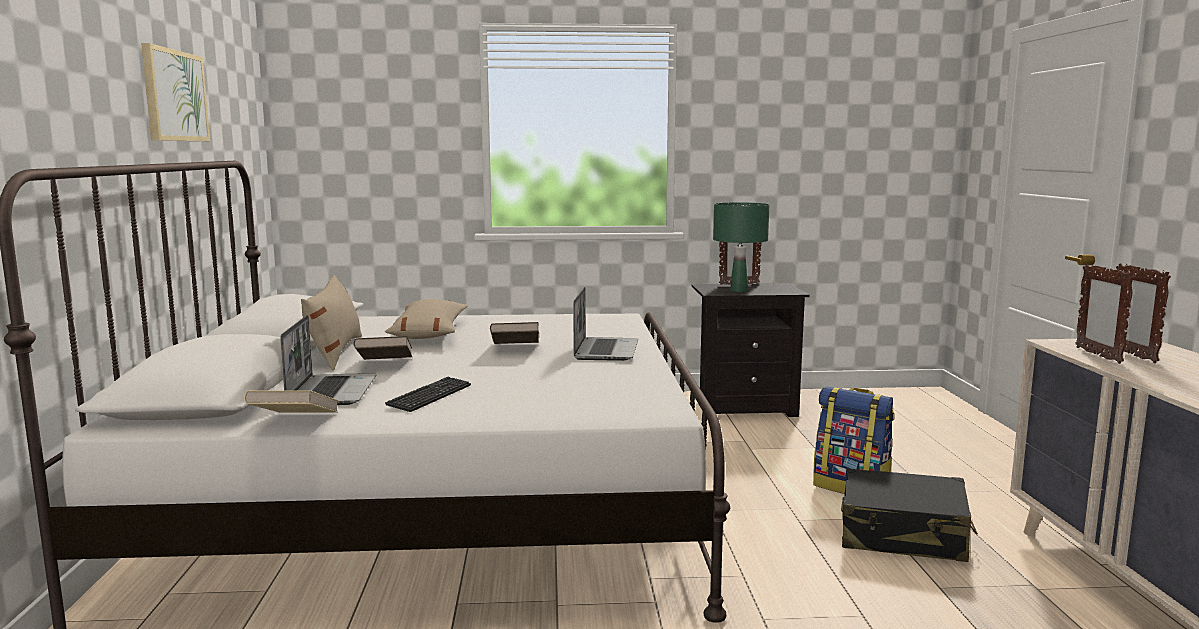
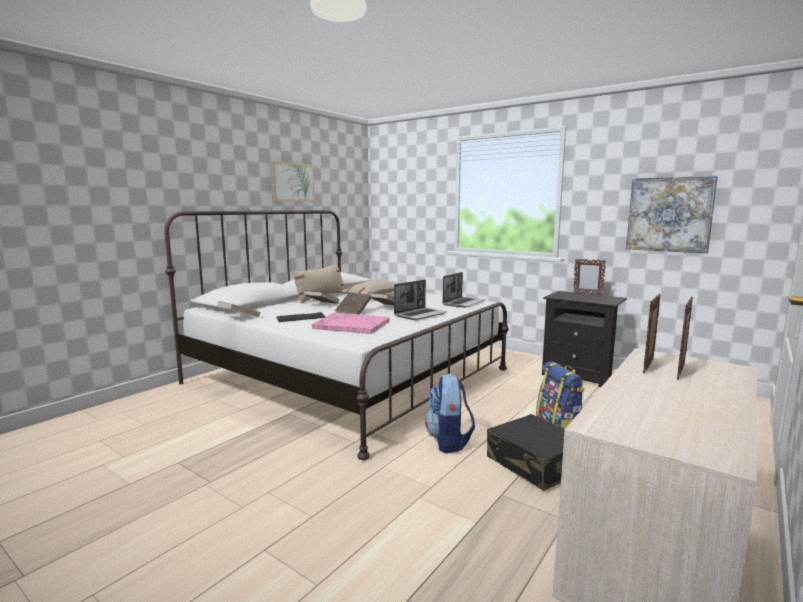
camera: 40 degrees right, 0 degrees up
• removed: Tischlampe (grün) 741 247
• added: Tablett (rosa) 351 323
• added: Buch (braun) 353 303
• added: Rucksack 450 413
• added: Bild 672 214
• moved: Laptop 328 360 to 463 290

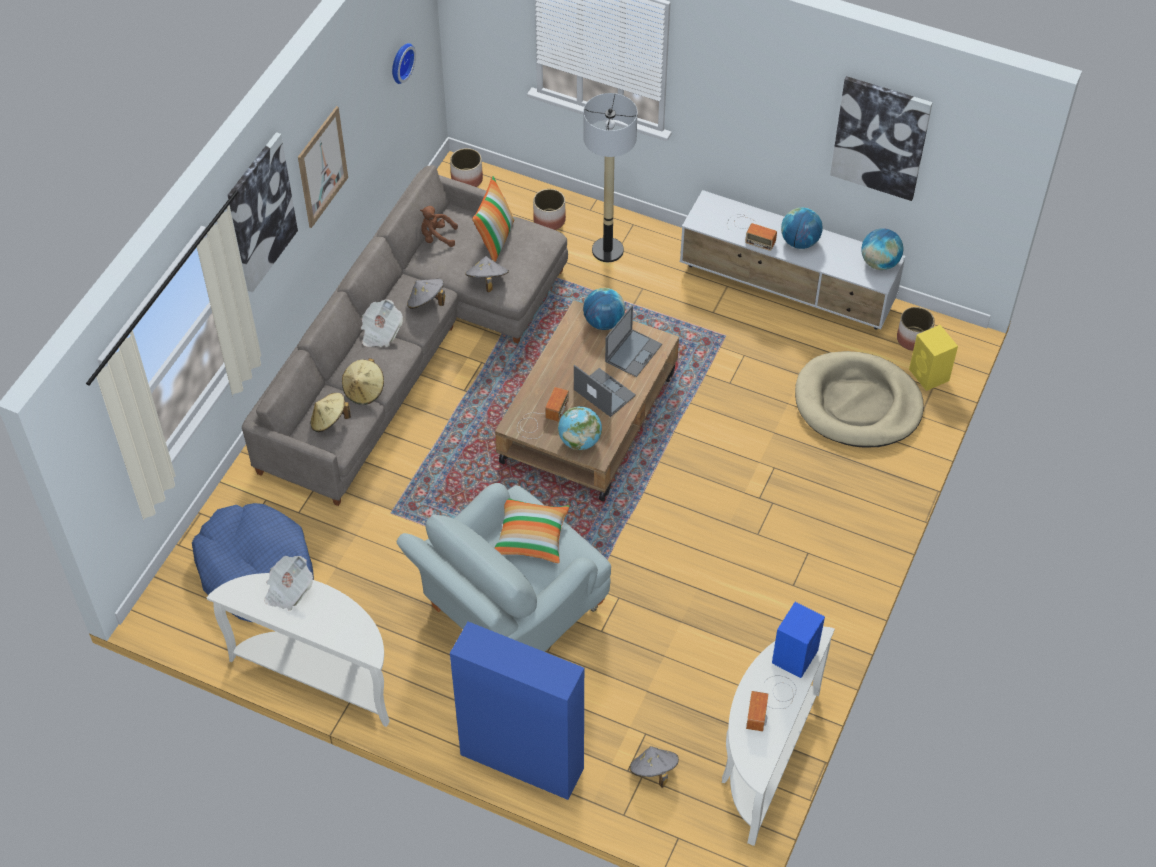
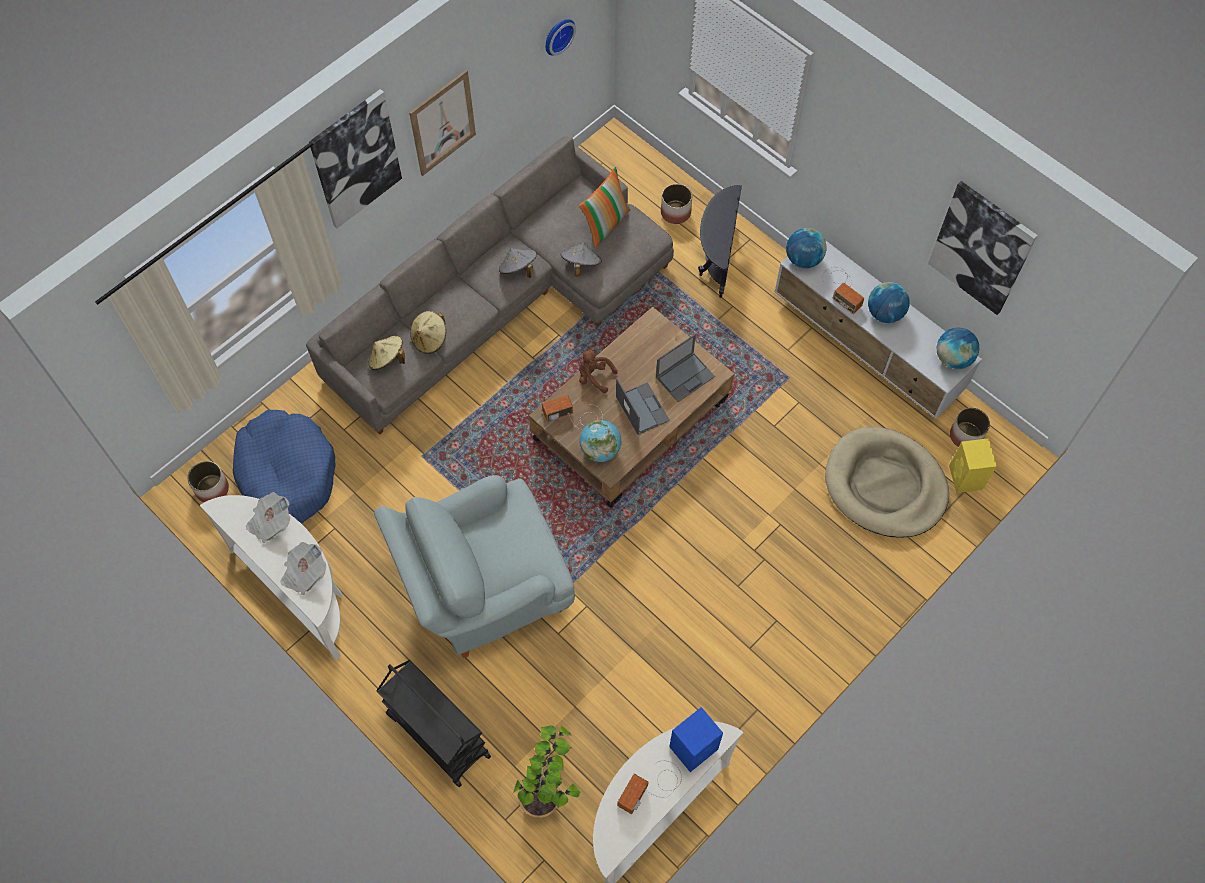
camera: 20 degrees right, 10 degrees up
• removed: Kissen 532 530
• moved: Zeitung 382 323 to 303 568
• moved: Plüschtier (braun) 439 226 to 598 371
• moved: Pflanzkübel 466 167 to 208 481
• moved: Globus 604 309 to 806 248
• replaced: Schrank (blau) 517 711 to Rollwagen (schwarz) 433 723
• replaced: Stehlampe 610 177 to Beistelltisch (schwarz) 720 241
• replaced: Hut (grau) 654 767 to Topfpflanze 546 771
• turned: Radio 543 413 = 572 412 150 degrees counterclockwise

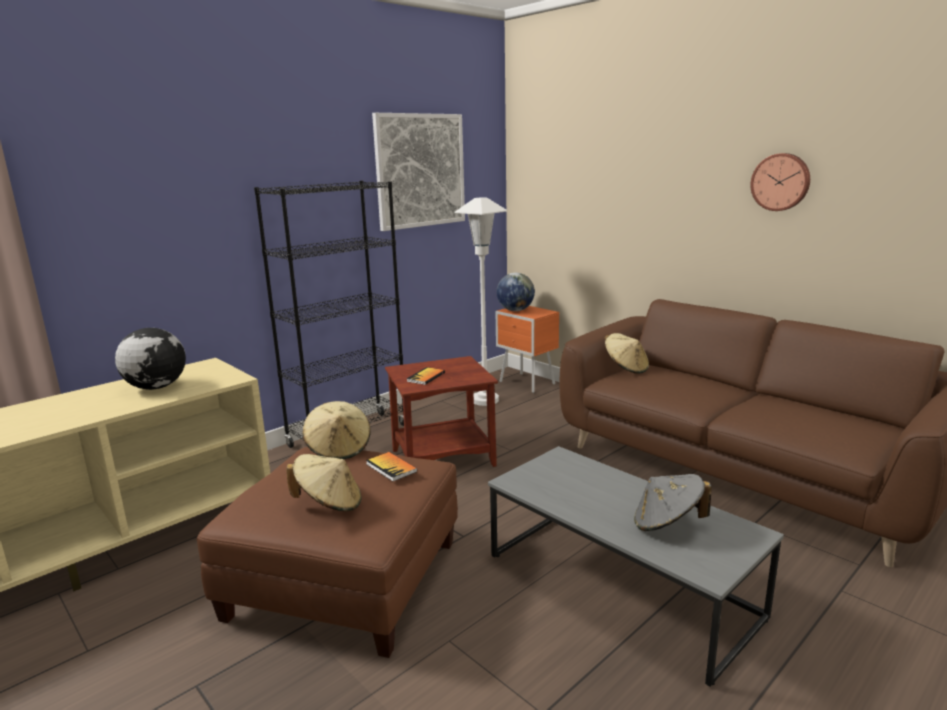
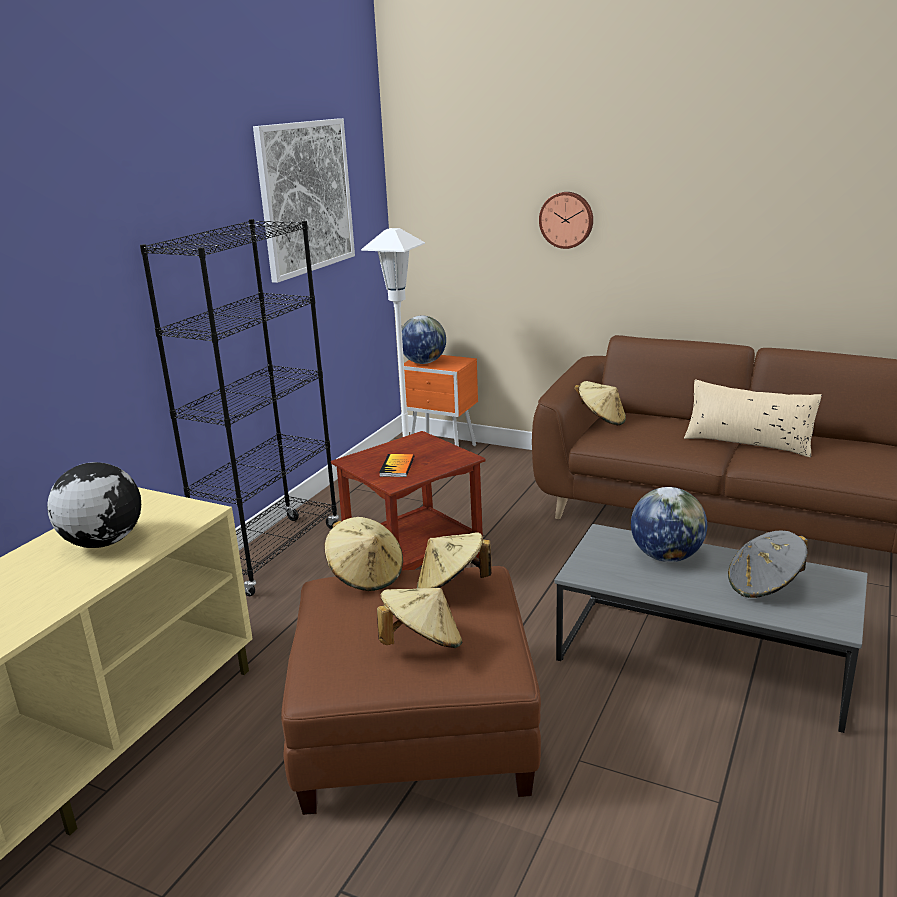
camera: 20 degrees left, 5 degrees up
• added: Globus 669 524
• added: Kissen (beige) 753 418
• moved: Wanduhr 780 182 to 566 220
• replaced: Buch 391 466 to Hut (beige) 454 560

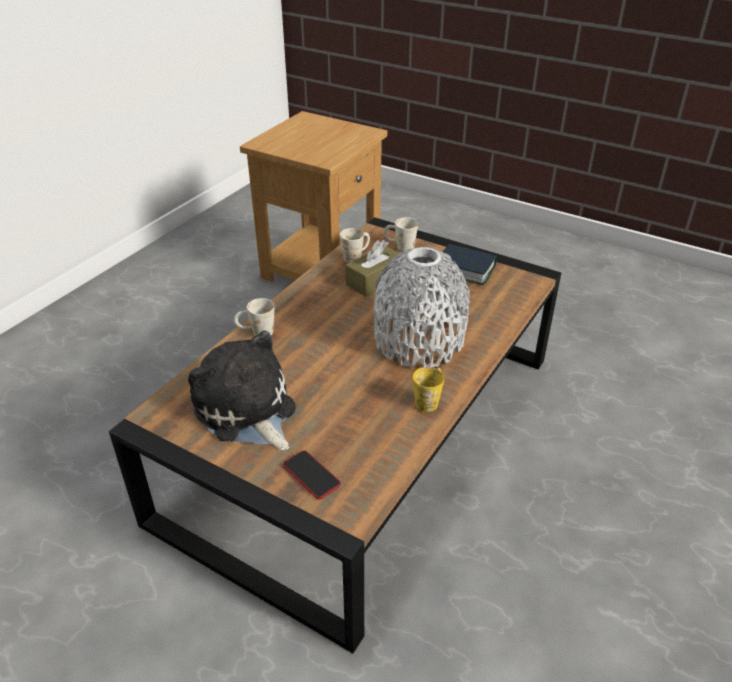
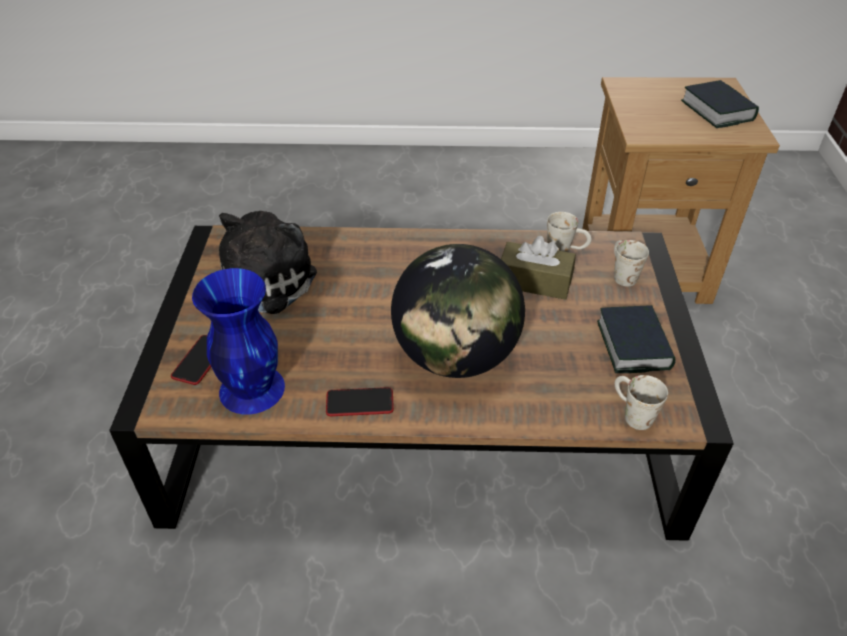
camera: 60 degrees right, 5 degrees up
• added: Vase (blau) 238 341
• added: Buch 720 104
• moved: Henkelbecher (weiß) 254 317 to 641 402
• replaced: Vase (grau) 422 307 to Globus 458 311
• replaced: Henkelbecher (gelb) 428 389 to Handy 360 401

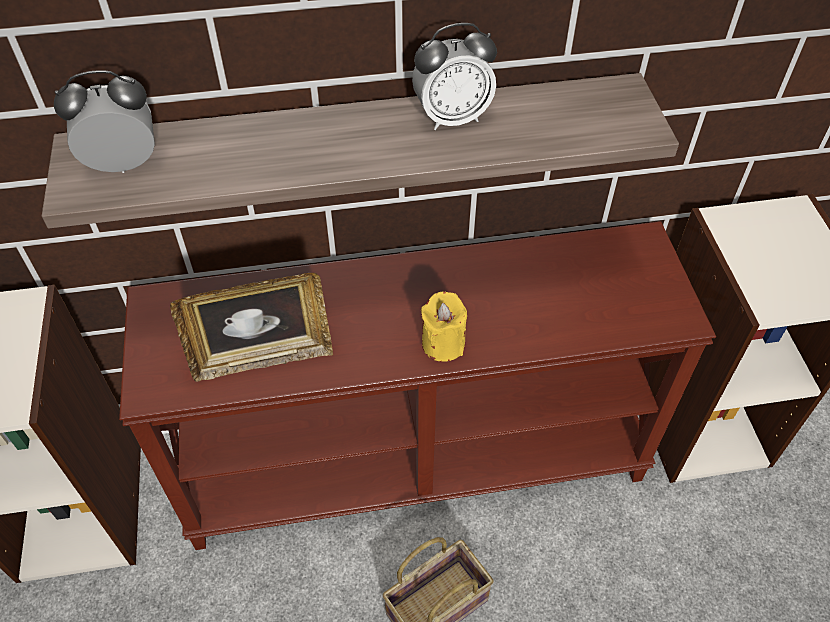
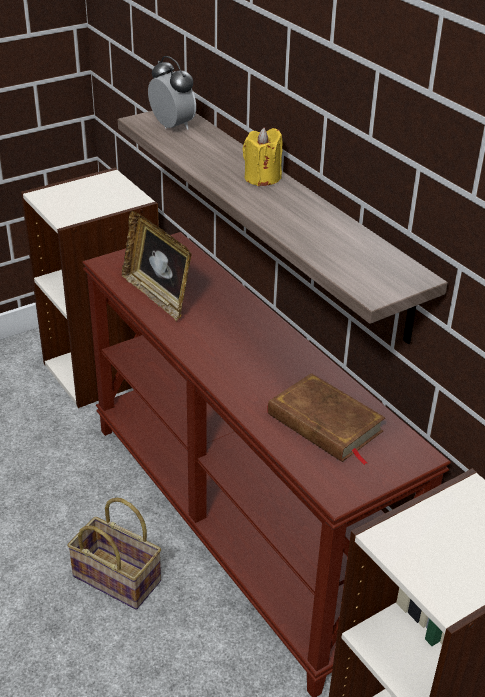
camera: 65 degrees right, 15 degrees down
• removed: Wecker 454 76
• added: Buch (braun) 326 419
• moved: Kerze (gelb) 444 326 to 262 157

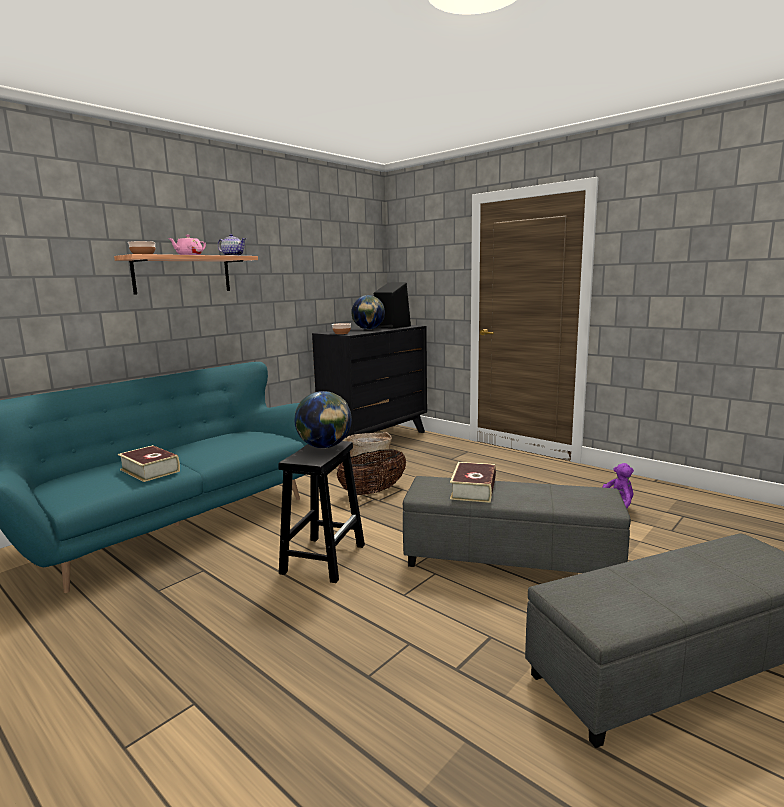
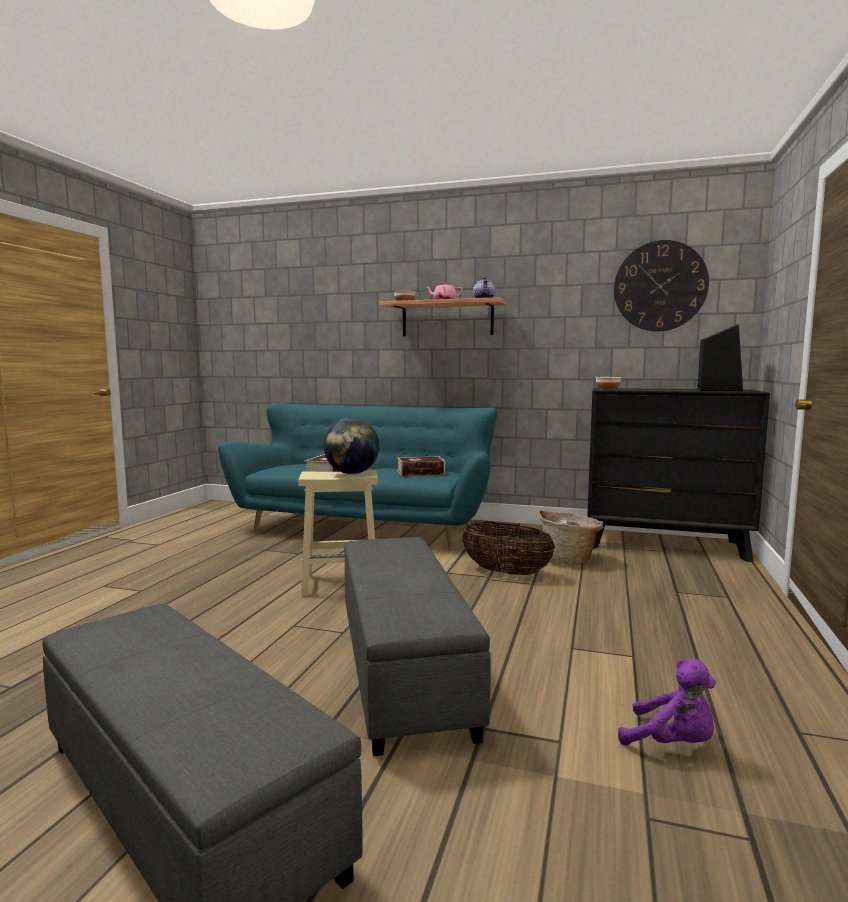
camera: 65 degrees right, 5 degrees down
• removed: Globus 368 312
• added: Wanduhr 661 285
• moved: Buch 473 482 to 421 466
• recoloured: Hocker (schwarz) 321 512 to Hocker (beige) 338 533

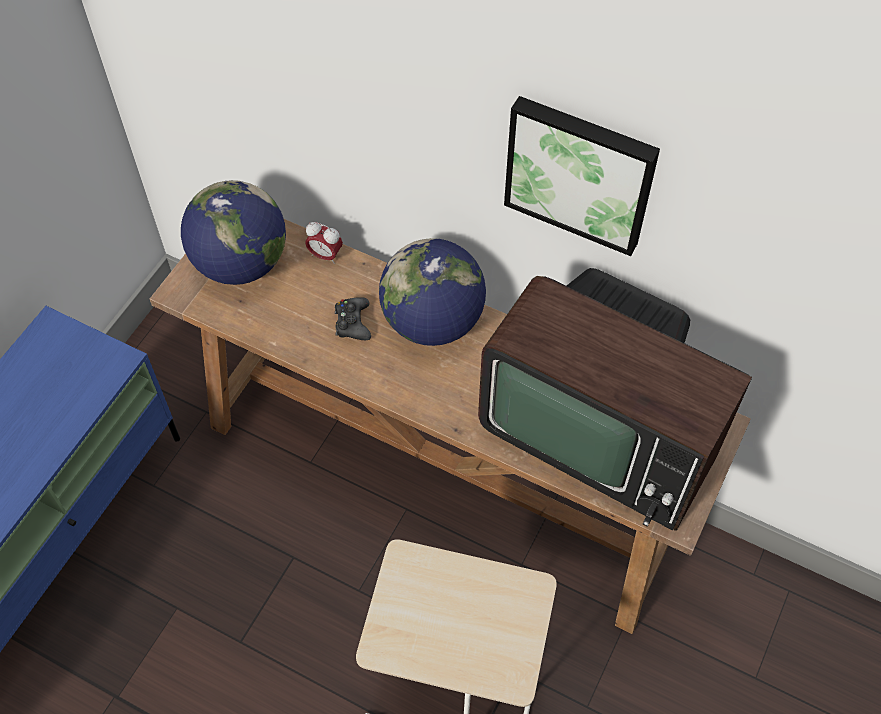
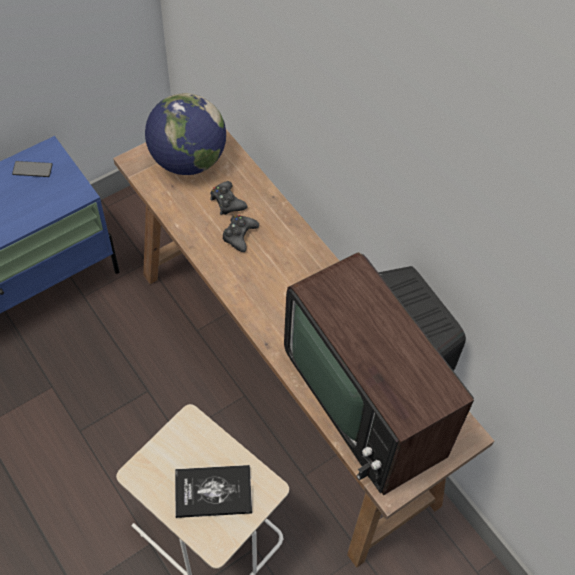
camera: 25 degrees right, 0 degrees up
• removed: Wecker 324 243
• removed: Globus 432 292
• removed: Bild 582 176
• added: Handy 32 169
• added: Buch 213 491
• added: Gamepad (schwarz) 229 198

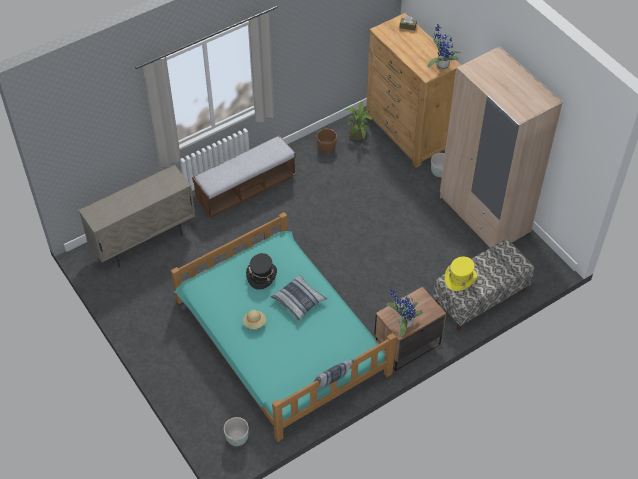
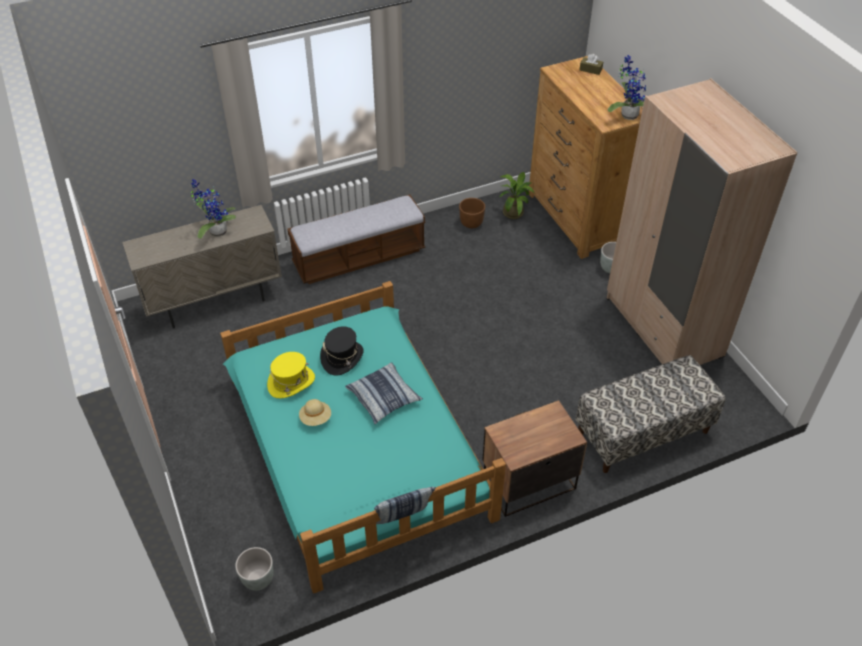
camera: 10 degrees right, 5 degrees down
• moved: Topfpflanze 405 313 to 213 209
• moved: Hut (gelb) 461 274 to 291 375

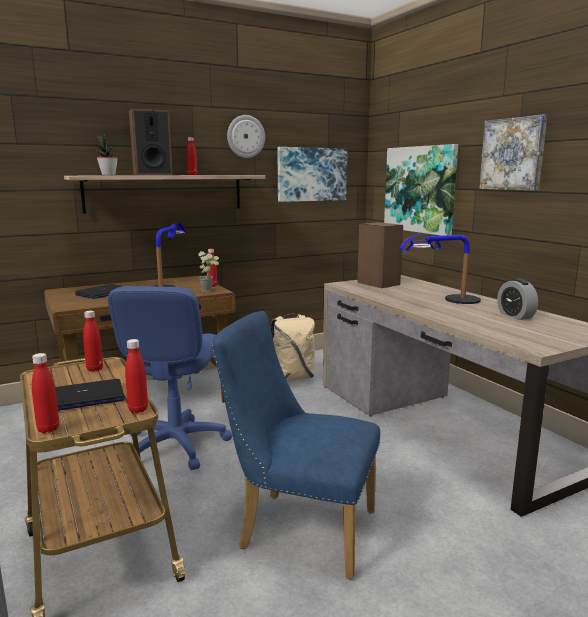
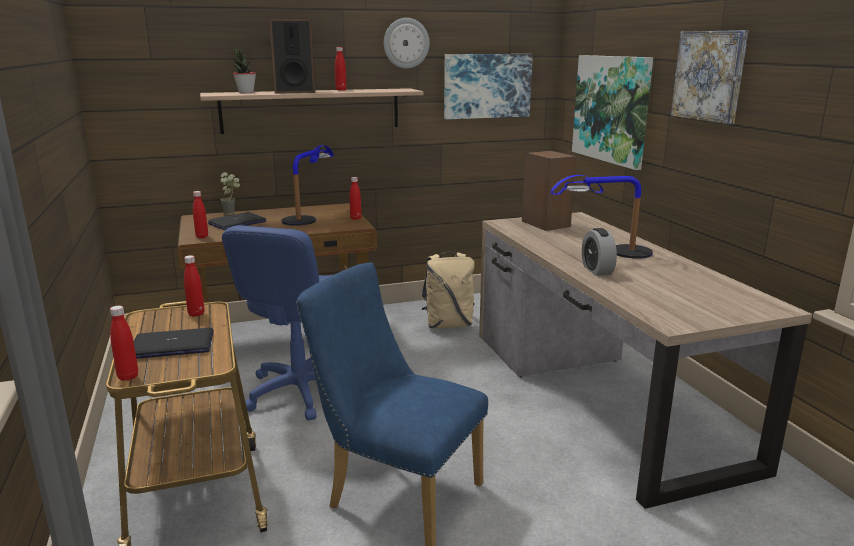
camera: 10 degrees right, 5 degrees up
• moved: Flasche (rot) 136 376 to 200 214
• moved: Topfpflanze 208 271 to 230 193
• moved: Wecker 517 299 to 599 252

